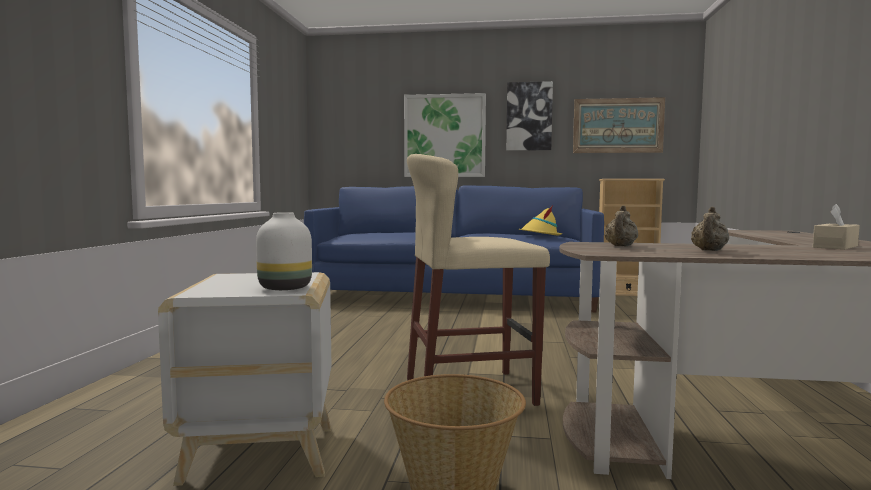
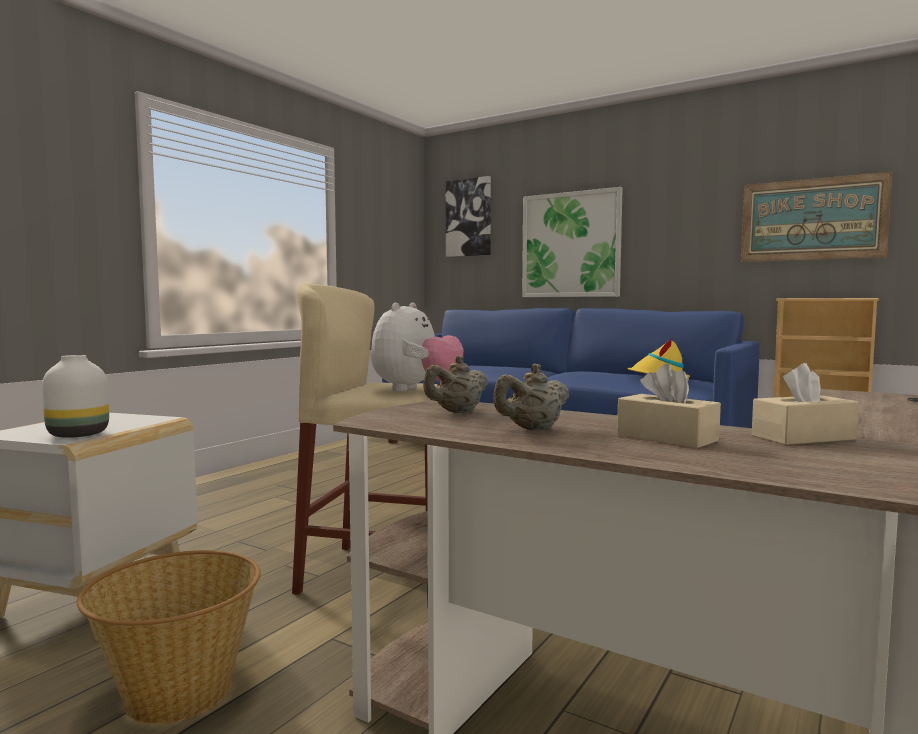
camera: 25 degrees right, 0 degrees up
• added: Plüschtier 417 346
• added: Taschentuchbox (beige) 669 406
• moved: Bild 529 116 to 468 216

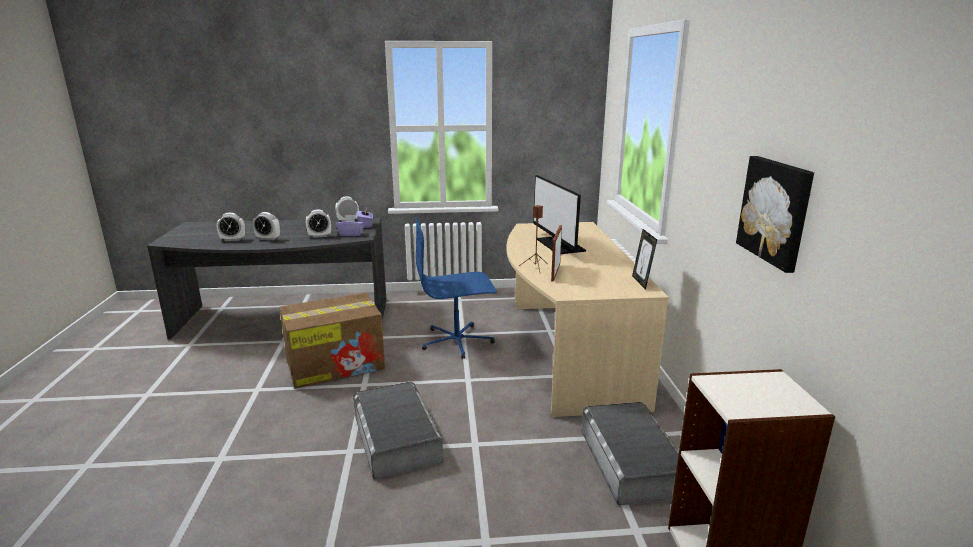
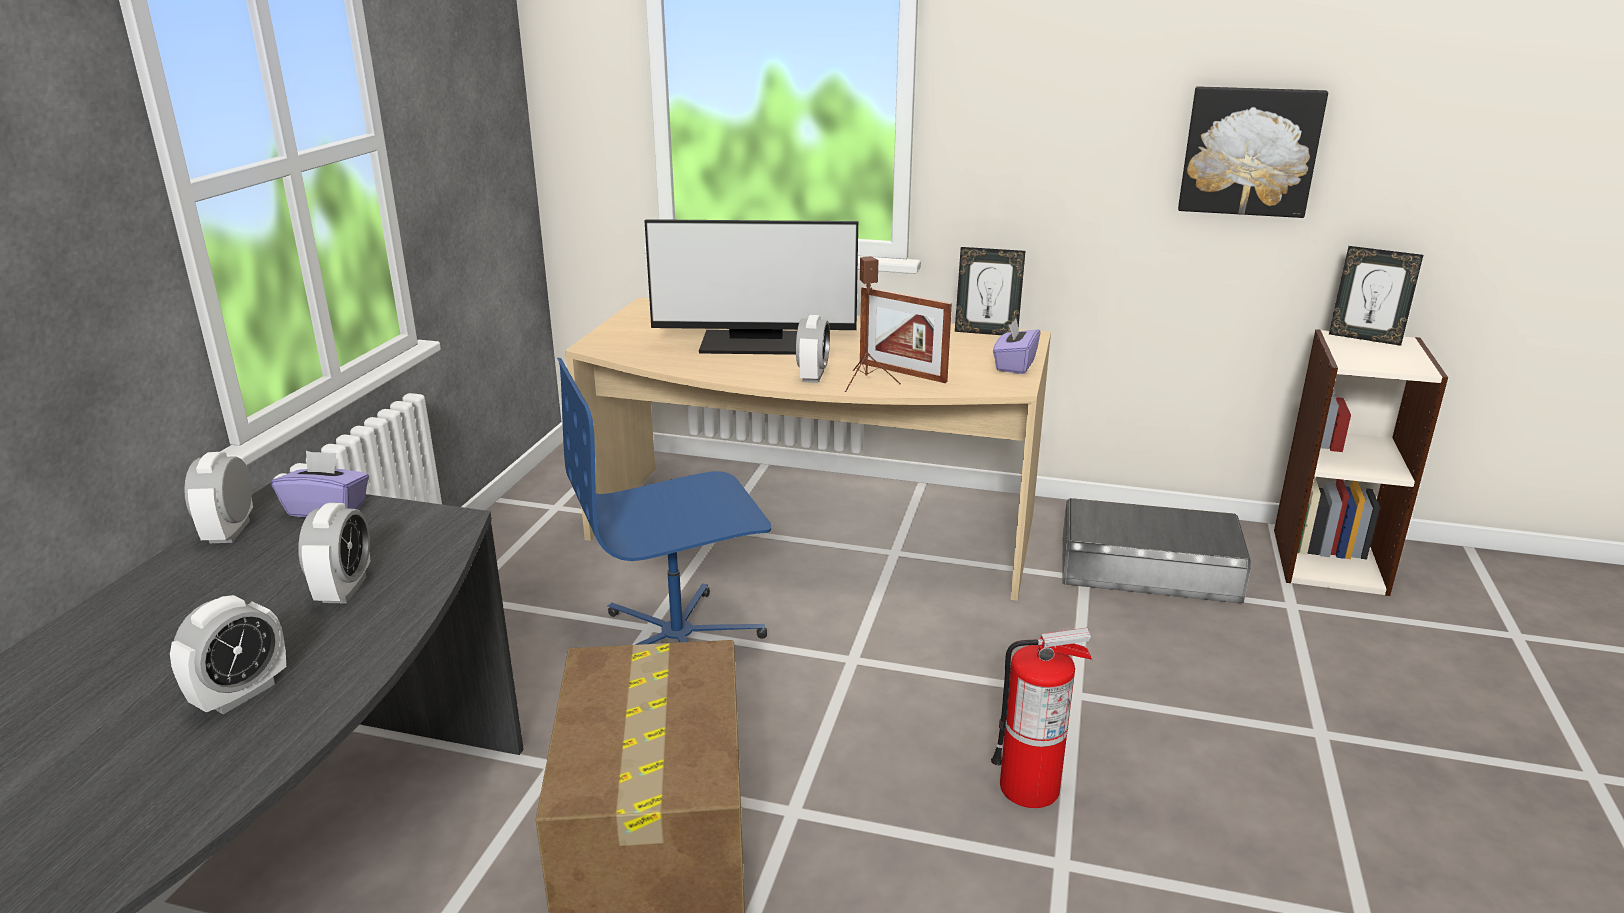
camera: 70 degrees left, 5 degrees up
• added: Bilderrahmen 1376 296
• moved: Wecker 231 227 to 813 349
• moved: Taschentuchbox (lila) 350 225 to 1017 346
• replaced: Aufbewahrungsbox (grau) 398 431 to Feuerlöscher 1041 718
• turned: Bürostuhl (blau) 456 288 = 664 501 60 degrees clockwise

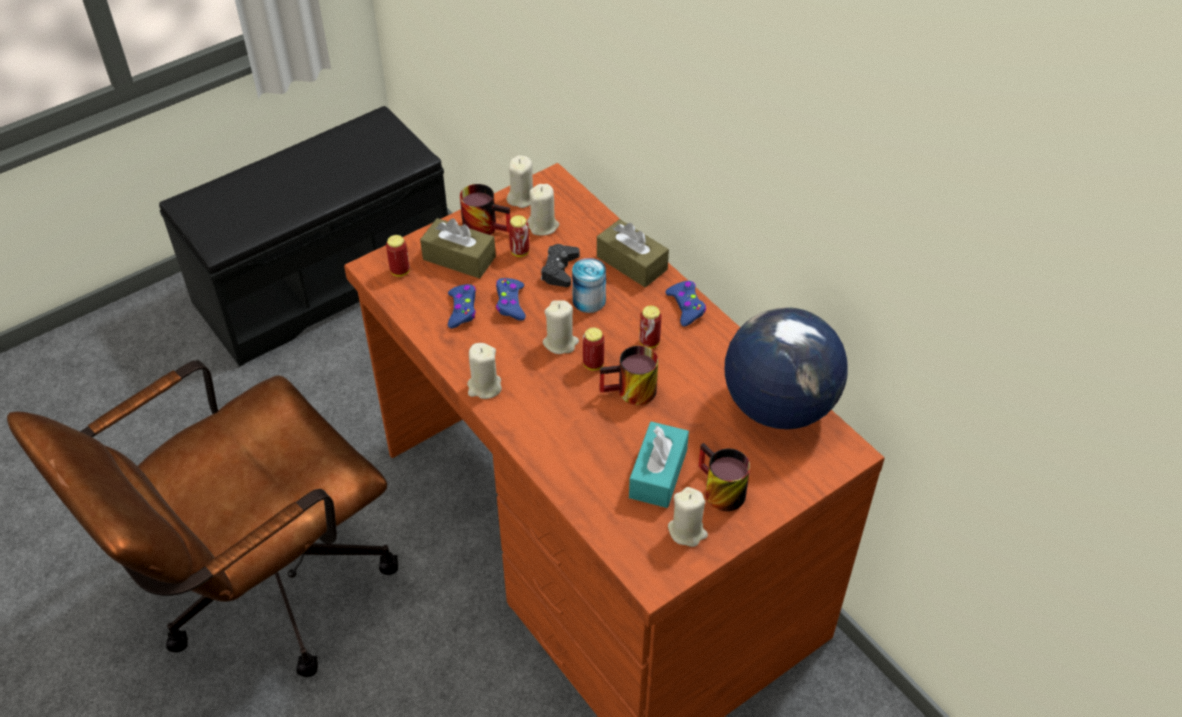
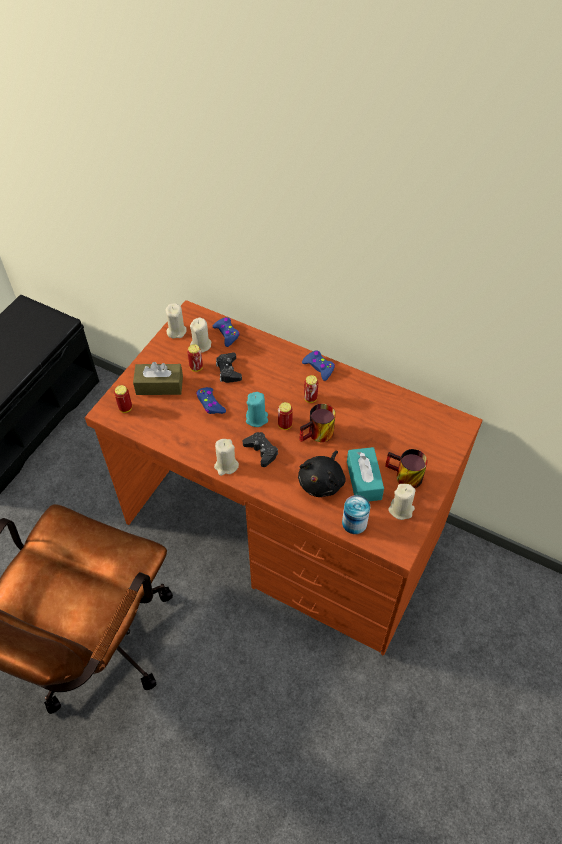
camera: 25 degrees left, 5 degrees up
• removed: Henkelbecher 485 209
• removed: Taschentuchbox (braun) 633 253
• removed: Globus 786 368
• added: Gamepad (schwarz) 260 449
• added: Plüschtier (schwarz) 322 474
• moved: Gamepad (blau) 462 306 to 226 332
• moved: Dose 589 285 to 356 514
• recoloured: Kerze (beige) 561 327 to Kerze (türkis) 257 409

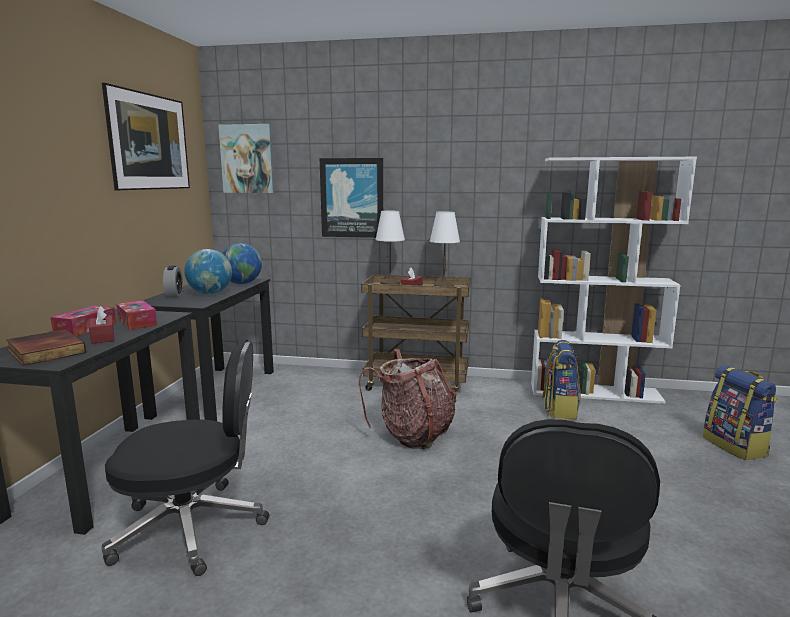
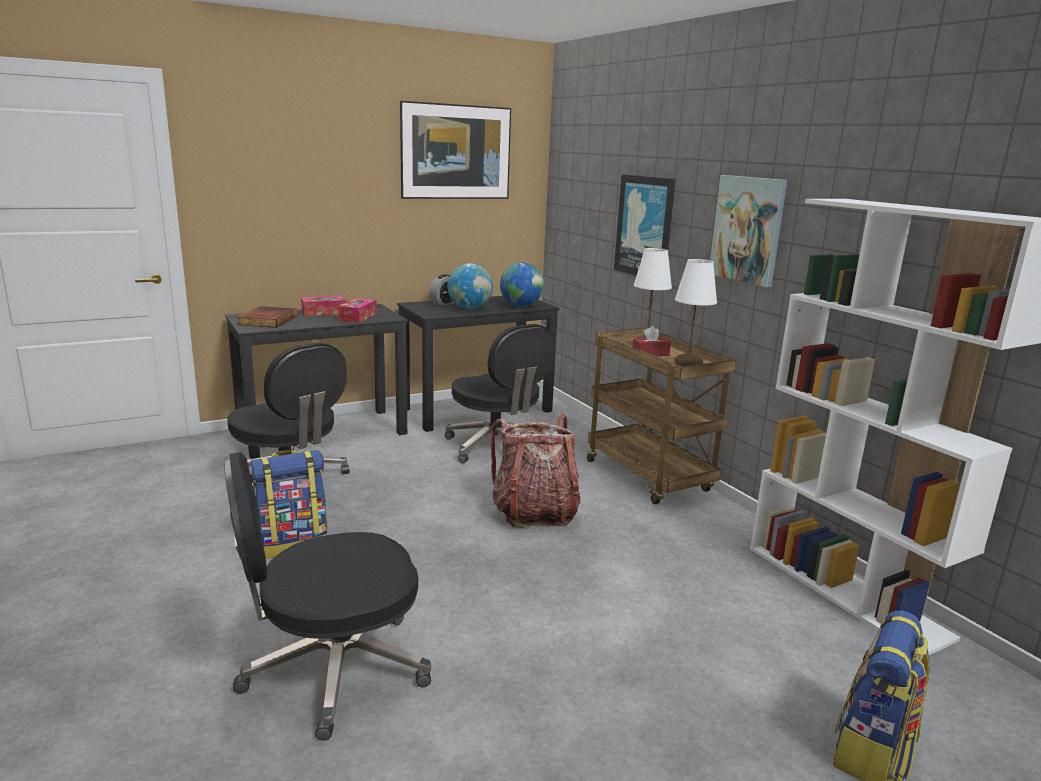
camera: 50 degrees right, 5 degrees up
• removed: Taschentuchbox (rot) 101 325
• added: Bürostuhl (schwarz) 500 394
• moved: Bild 246 158 to 748 231
• moved: Rucksack 561 379 to 289 504

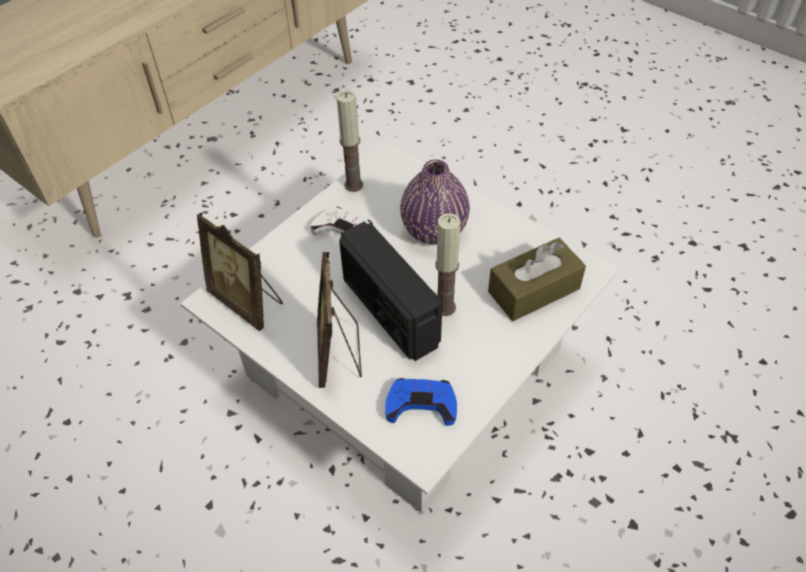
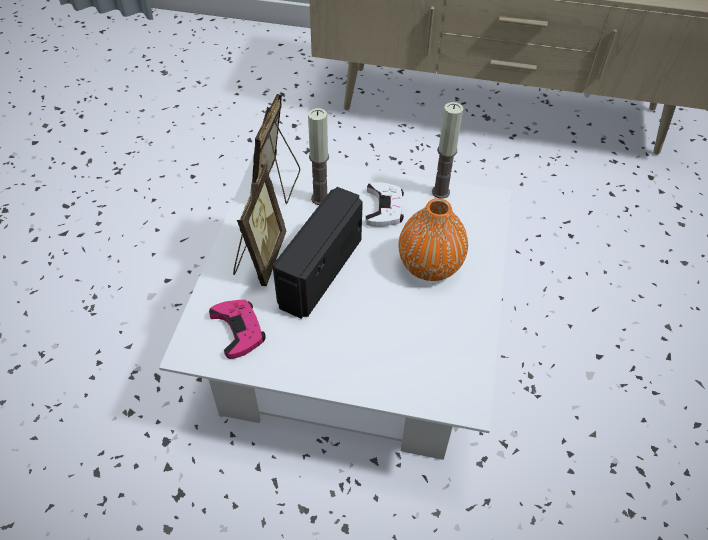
camera: 60 degrees right, 0 degrees up
• removed: Taschentuchbox (braun) 537 279
• moved: Kerze 448 264 to 318 156
• recoloured: Gamepad (blau) 421 402 to Gamepad (rosa) 237 329
• recoloured: Vase (lila) 435 202 to Vase (orange) 433 239
• turned: Bilderrahmen 339 320 = 259 225 135 degrees clockwise

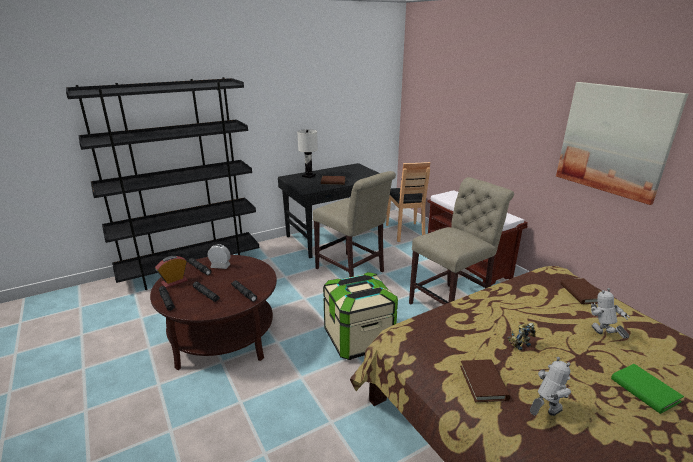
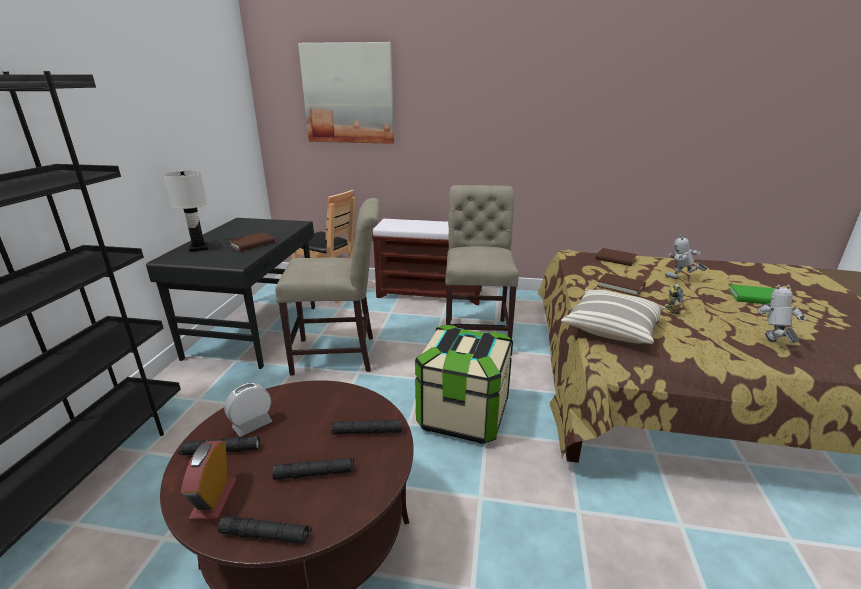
camera: 50 degrees left, 0 degrees up
• added: Kissen 613 316
• moved: Buch (braun) 485 381 to 621 285
• moved: Bild 622 143 to 346 93

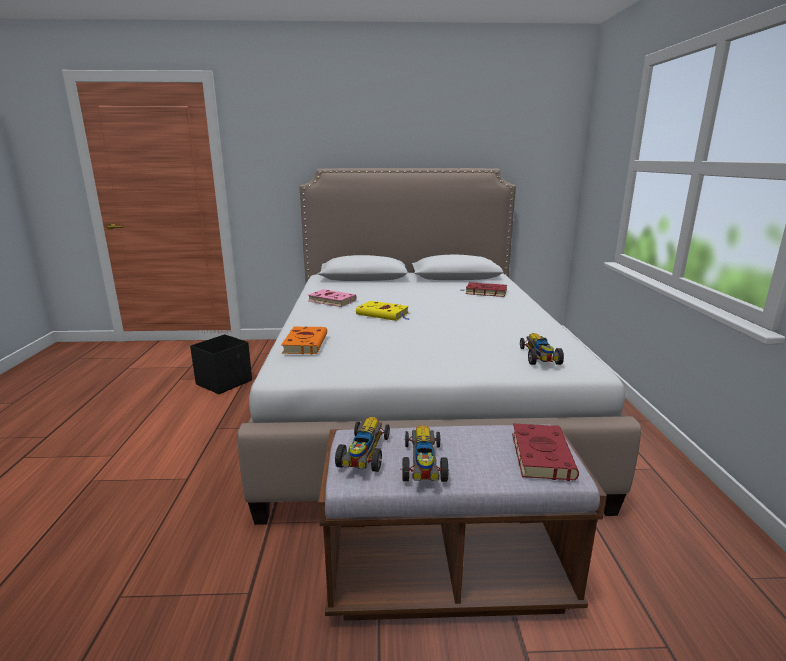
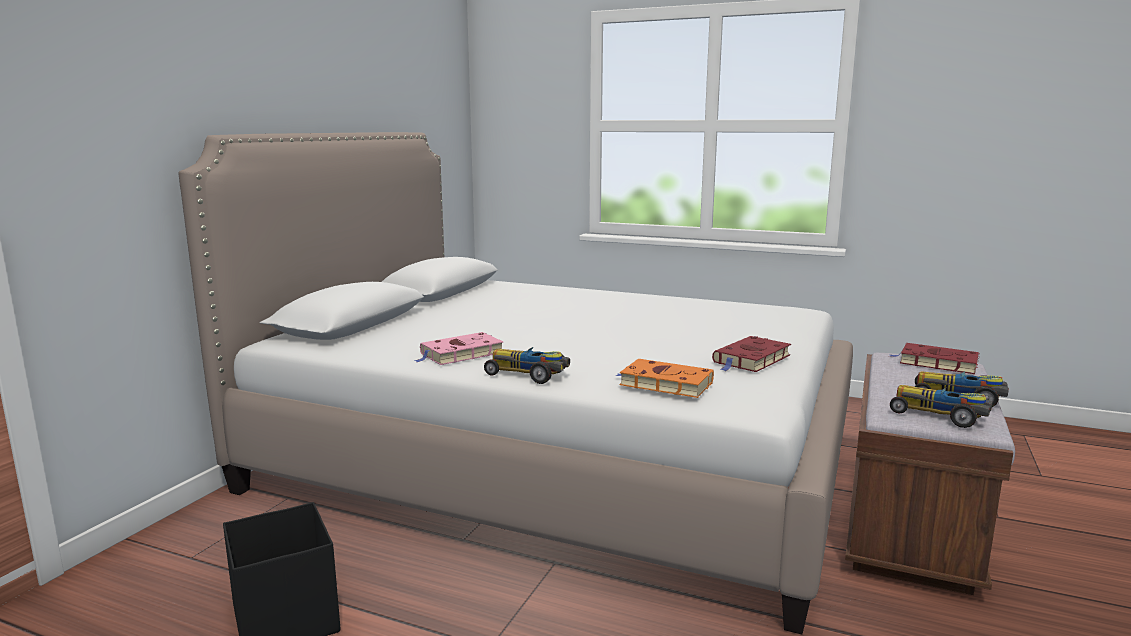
camera: 65 degrees left, 5 degrees down
• removed: Buch (gelb) 382 311
• moved: Buch (rot) 483 289 to 751 354
• moved: Spielzeugauto 542 349 to 527 365

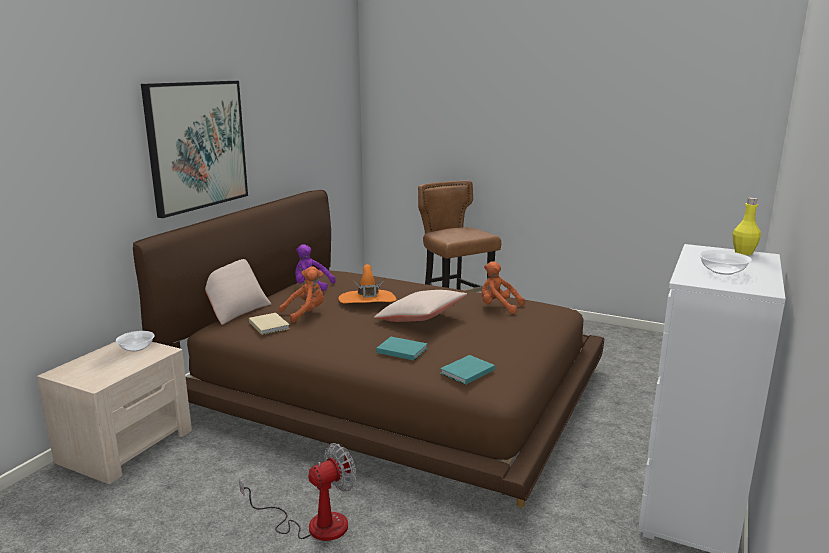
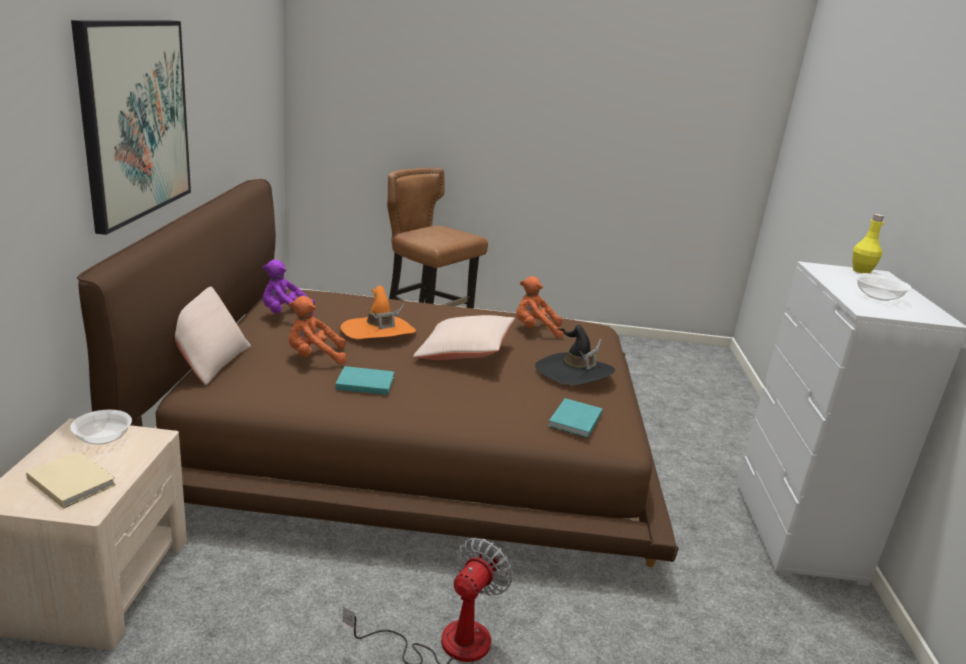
camera: 25 degrees left, 5 degrees up
• added: Hut (schwarz) 575 354
• moved: Buch (beige) 269 324 to 71 479
• moved: Buch (türkis) 402 348 to 364 380
• turned: Plüschtier (orange) 301 294 = 317 330 135 degrees counterclockwise

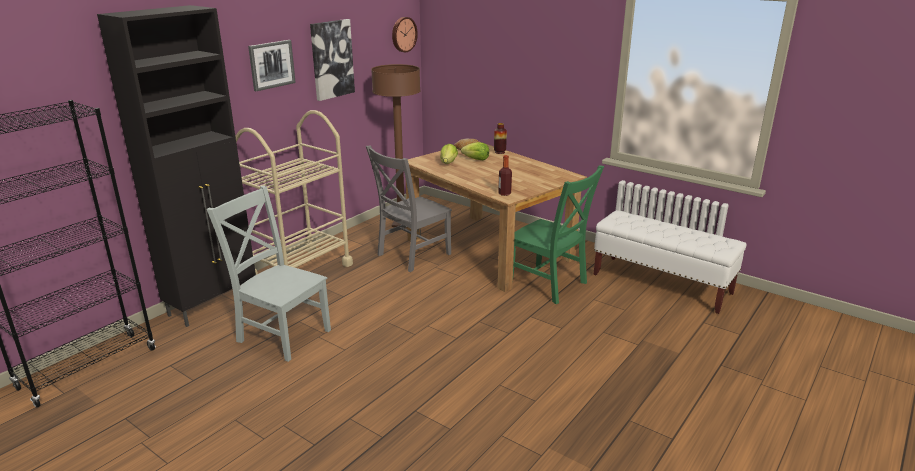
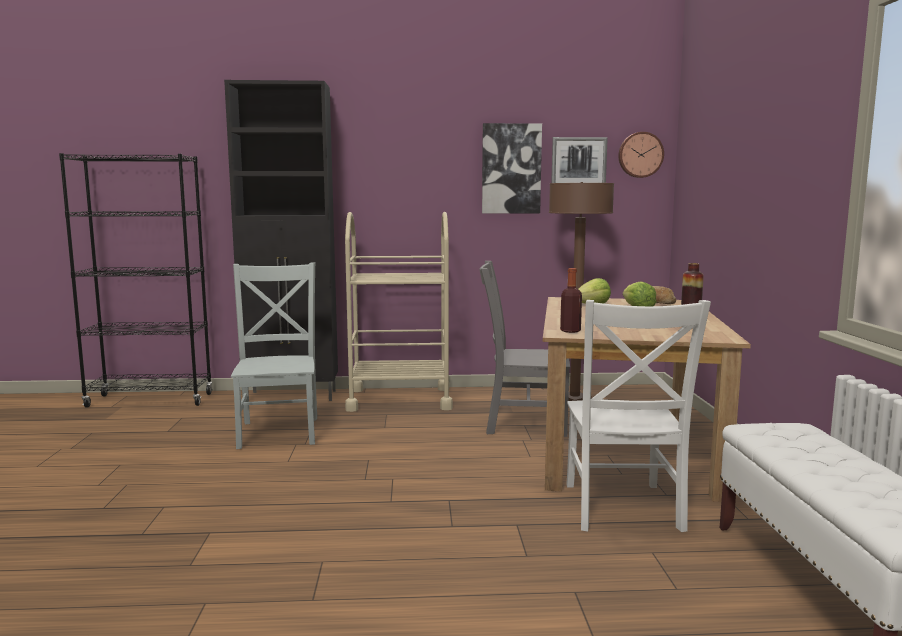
camera: 50 degrees right, 15 degrees down
• moved: Bild 272 65 to 579 160
• recoloured: Stuhl (grün) 558 234 to Stuhl (weiß) 638 416

